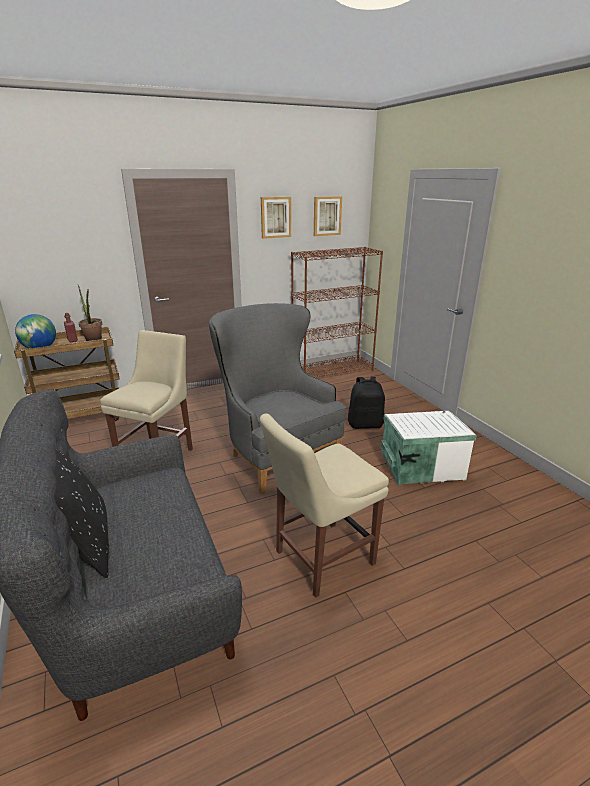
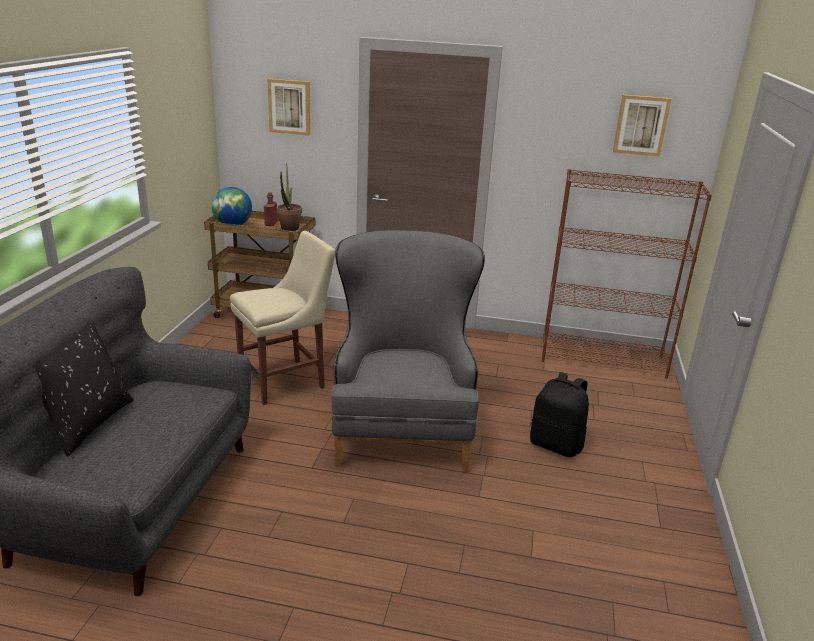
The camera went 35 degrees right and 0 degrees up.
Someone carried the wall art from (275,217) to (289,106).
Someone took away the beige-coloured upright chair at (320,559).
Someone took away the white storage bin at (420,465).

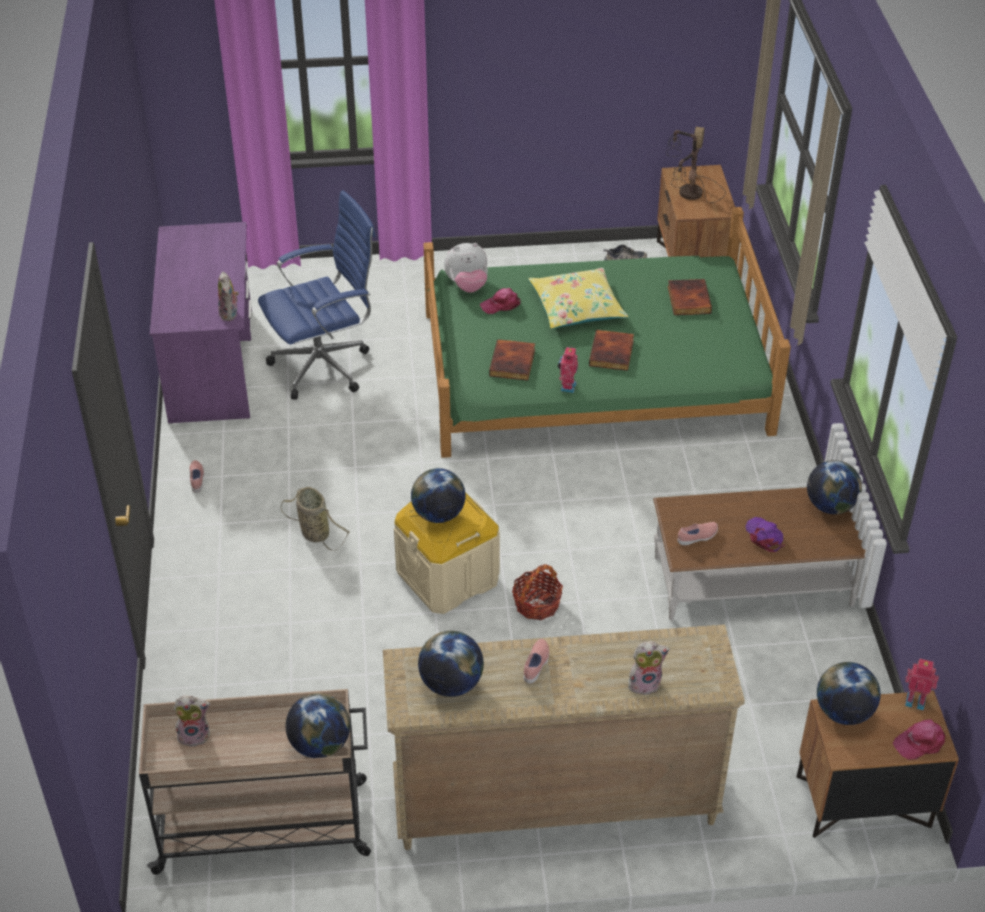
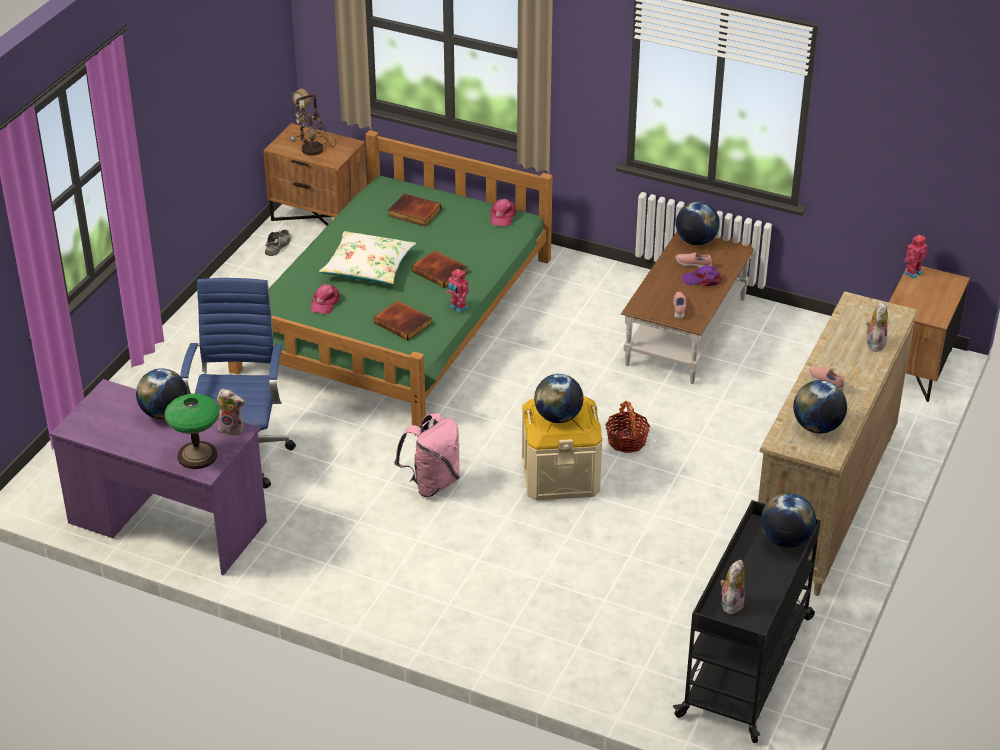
The camera went 60 degrees left and 5 degrees down.
Someone carried the world globe from (843,712) to (164,413).
Someone put down the tabletop lamp at (198,455).
Someone repainted the yellow-coloured cushion at (577,307), which became the white cushion at (368,267).
Someone put down the pink backpack at (432,483).
Someone carried the pink baseball cap from (920,742) to (502,216).
Someone repainted the beige-coloured cart at (265,826), which became the black cart at (747,664).
Someone carried the pink low shoe from (197,480) to (693,265).
Someone took away the basket at (313,532).
Someone took away the cuddly toy at (467,286).

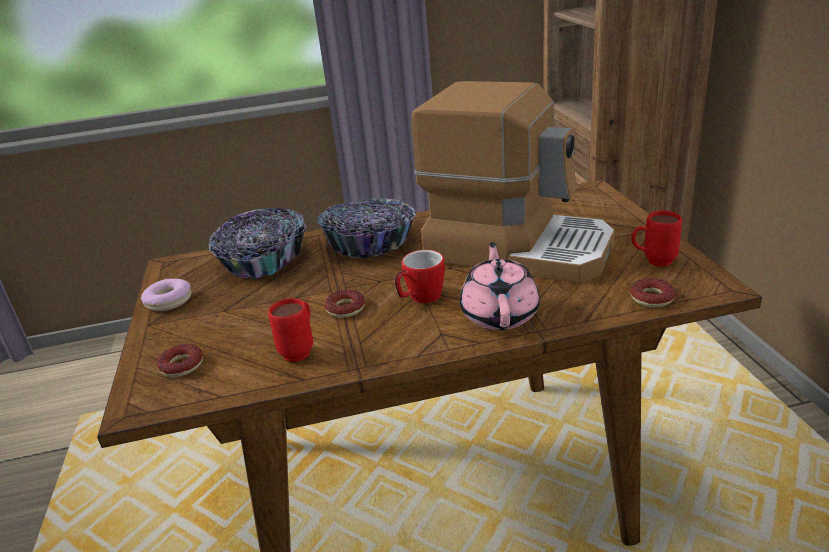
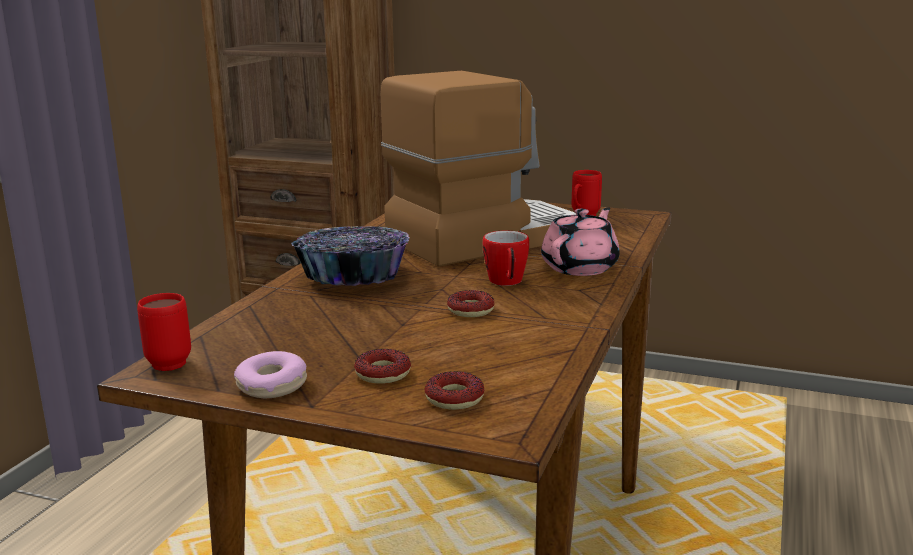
The camera went 60 degrees left and 10 degrees down.
Someone carried the red-coloured tea mug from (301,350) to (166,361).
Someone carried the doughnut from (651,298) to (382,373).
Someone rotated the pink teapot at (500,314) by 90 degrees clockwise.
Someone took away the bowl at (263,260).

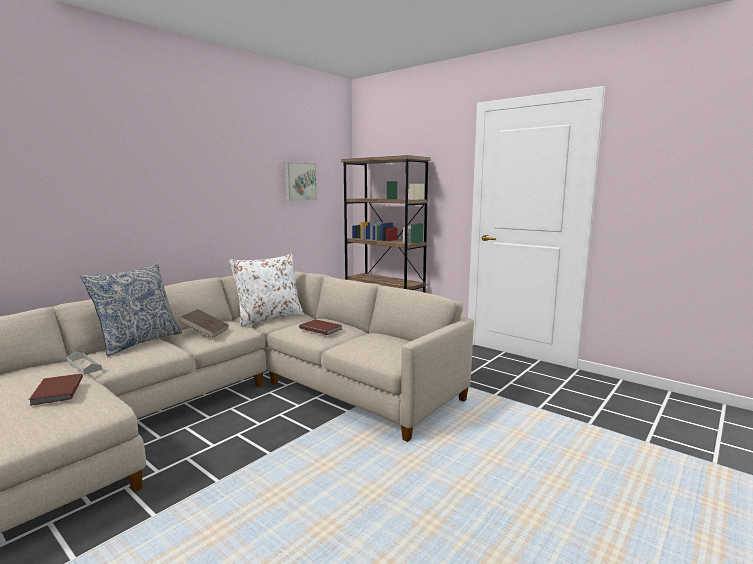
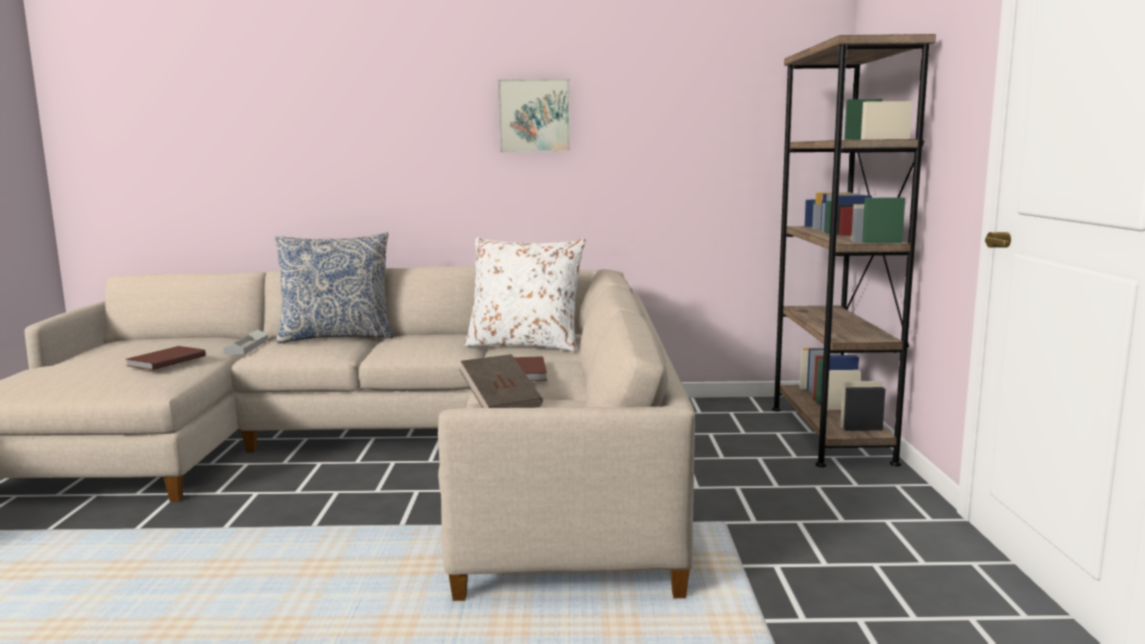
The camera went 50 degrees right and 0 degrees up.
Someone carried the brown-coloured book from (205,332) to (501,403).
Someone carried the wall art from (299,182) to (534,116).

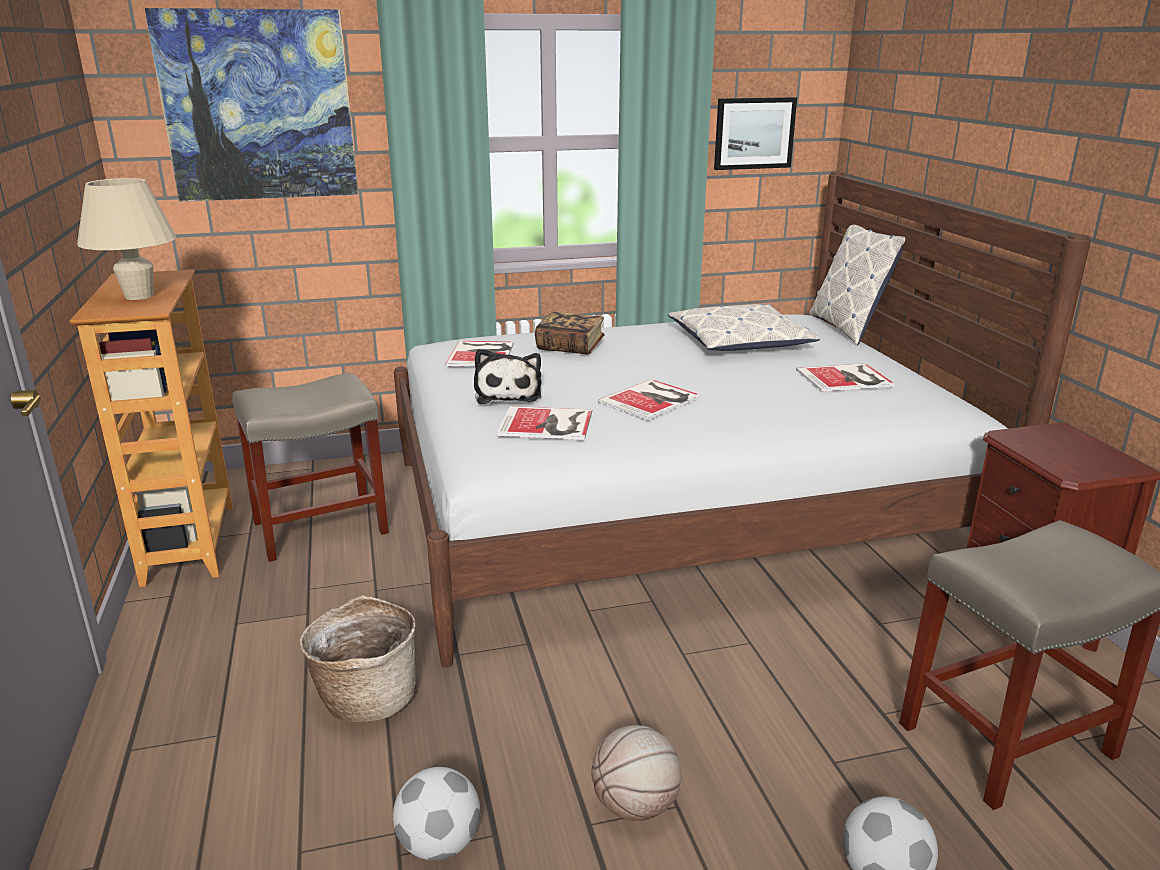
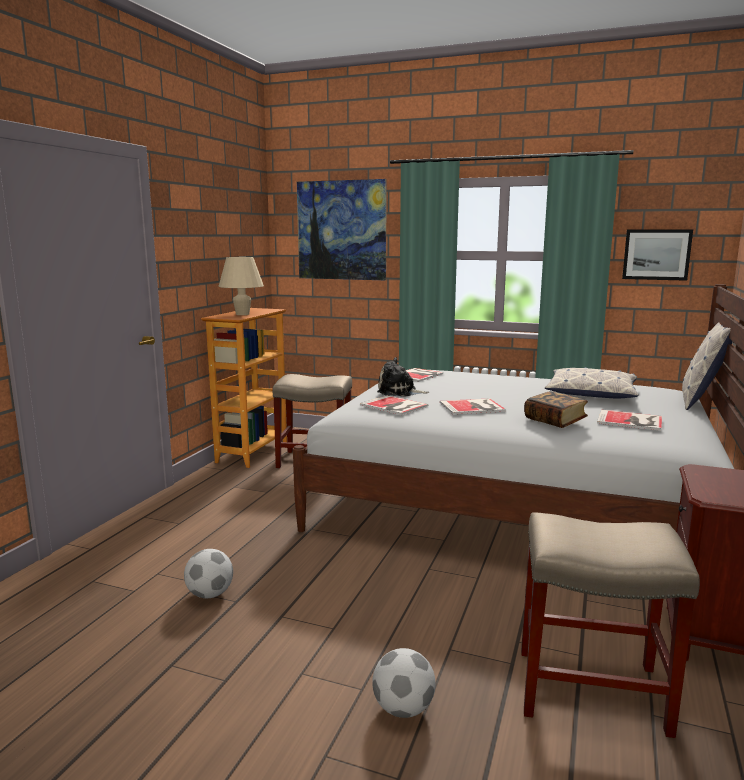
The camera went 35 degrees right and 10 degrees down.
Someone rotated the cuddly toy at (508,394) by 75 degrees clockwise.
Someone carried the book from (570,347) to (555,421).
Someone took away the basket at (366,697).
Someone took away the ball for basketball at (635,805).

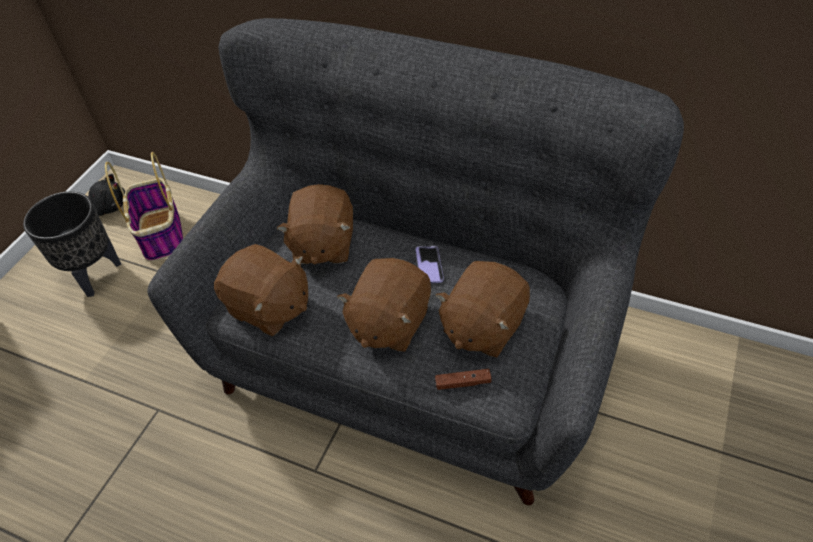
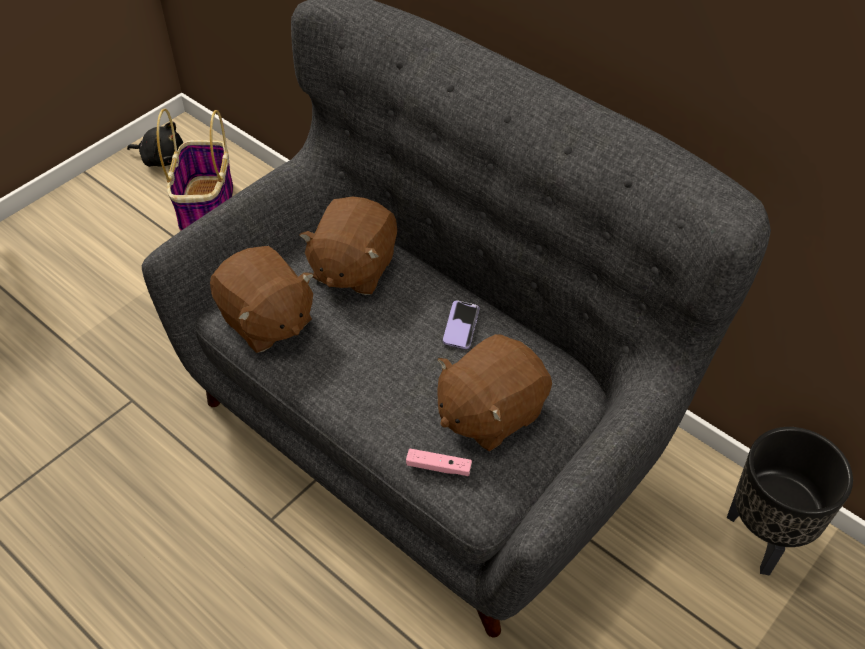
The camera went 15 degrees right and 0 degrees up.
Someone repainted the brown-coloured joypad at (463,383), which became the pink joypad at (438,467).
Someone carried the black flower pot from (95,275) to (765,538).
Someone took away the brown-coloured cuddly toy at (389,323).

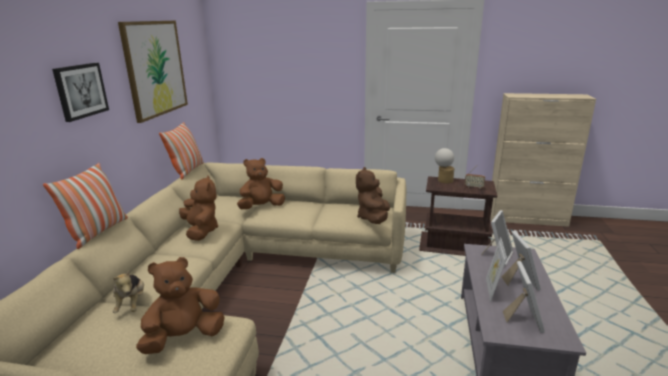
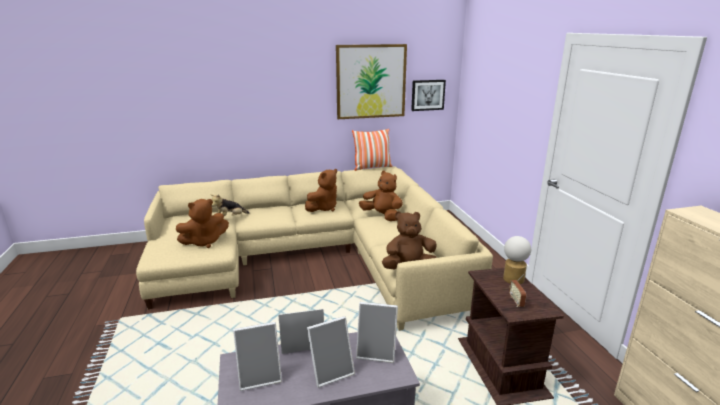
The camera went 65 degrees right and 0 degrees up.
Someone rotated the brown-coloured cuddly toy at (184,337) by 120 degrees clockwise.
Someone carried the wall art from (81,91) to (427,95).
Someone took away the cushion at (97,232).

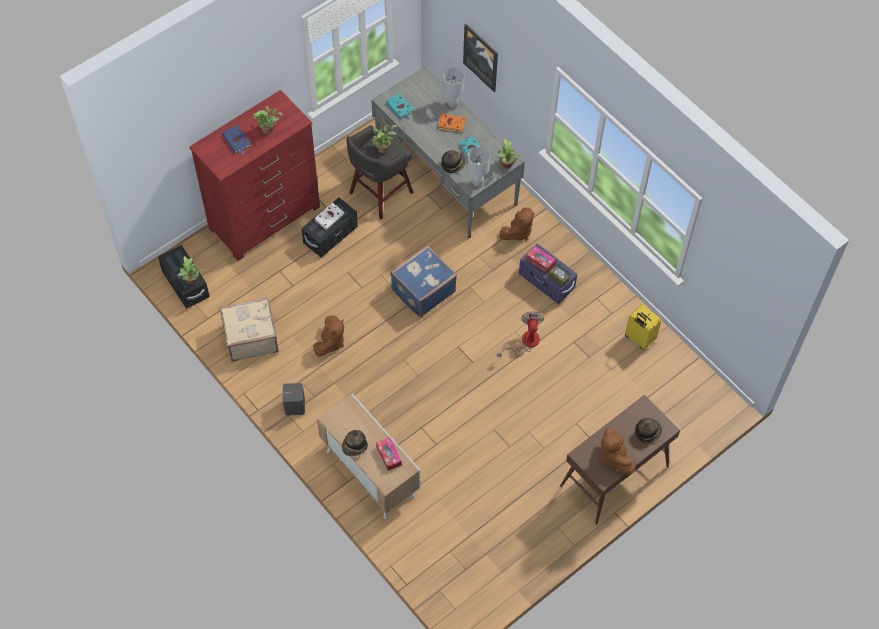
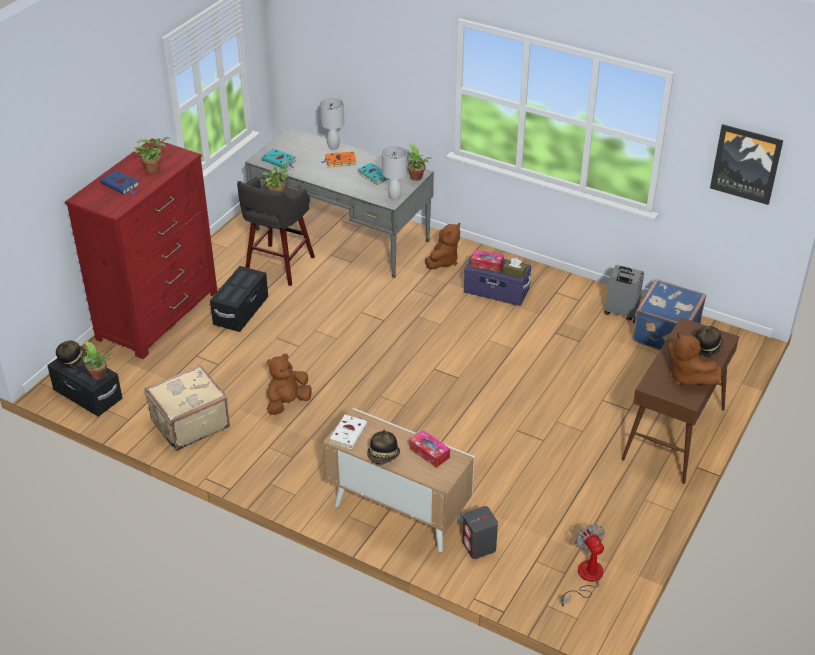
The camera went 20 degrees left and 20 degrees down.
Someone carried the clothing hat from (453,164) to (72,360).
Someone rotated the brown-coloured cuddly toy at (330,342) by 135 degrees counterclockwise.
Someone carried the white book from (330,217) to (348,433).
Someone carried the gray speaker from (294,406) to (479,546).
Someone carried the cooling fan from (525,343) to (585,578).
Someone repainted the yellow-coloured suitcase at (639,338), which became the gray suitcase at (620,313).
Someone carried the blue-coloured suitcase from (422,290) to (664,333).
Someone carried the wall art from (481,57) to (746,163).

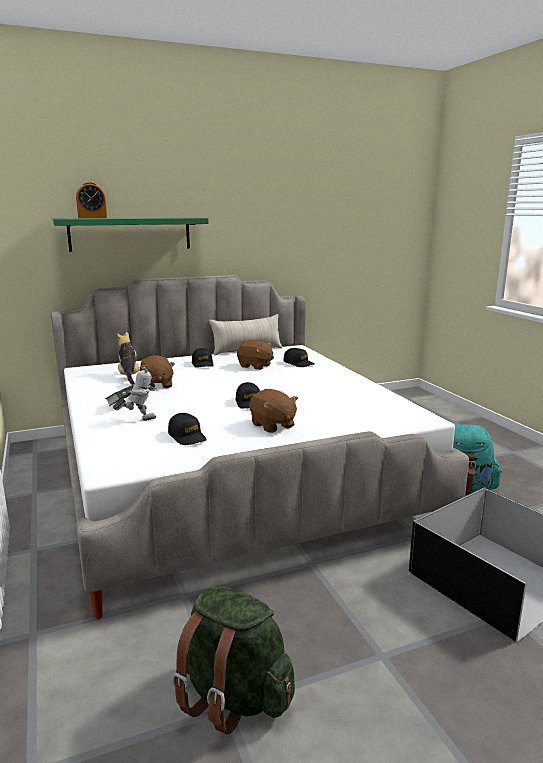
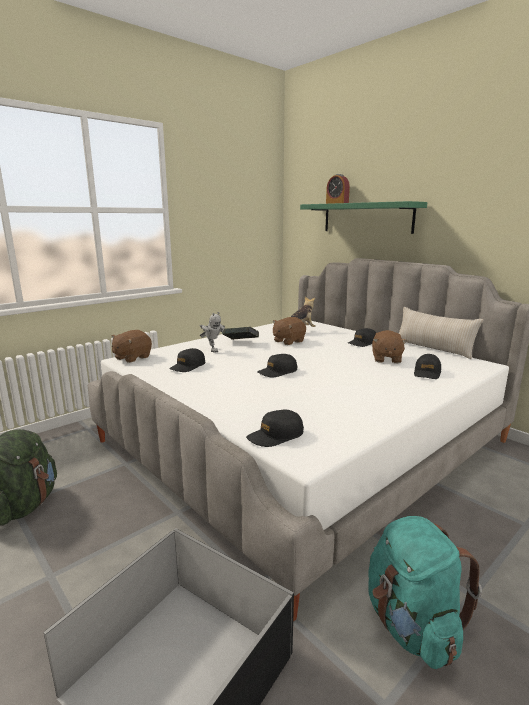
The camera went 70 degrees right and 0 degrees up.
Someone carried the brown-coloured cuddly toy from (272,425) to (132,358).
Someone put down the black baseball cap at (275,436).

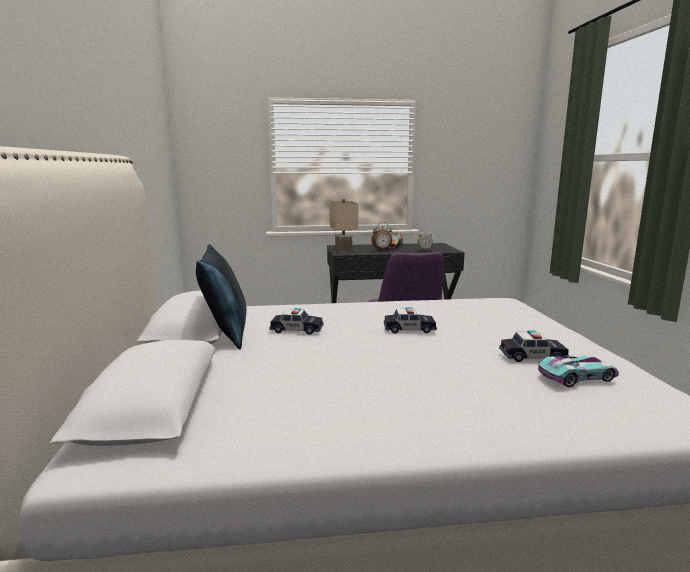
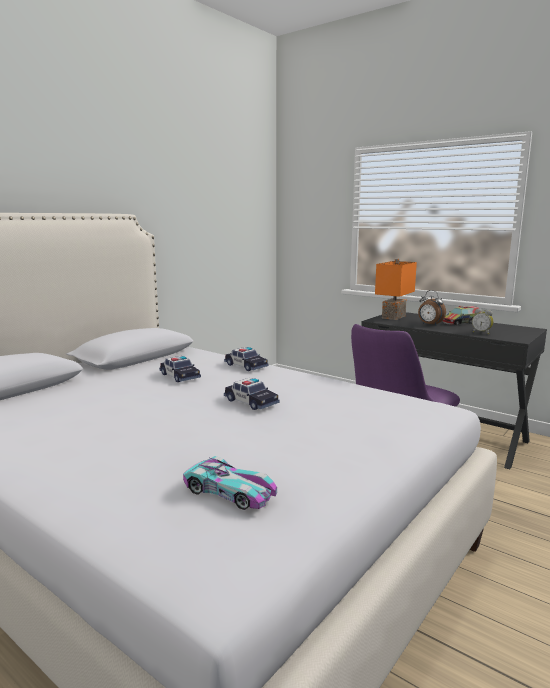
The camera went 45 degrees right and 0 degrees up.
Someone carried the toy car from (532,356) to (246,366).
Someone repainted the beige-coloured tabletop lamp at (342,249), which became the orange-coloured tabletop lamp at (392,317).
Someone took away the blue-coloured cushion at (226,334).

